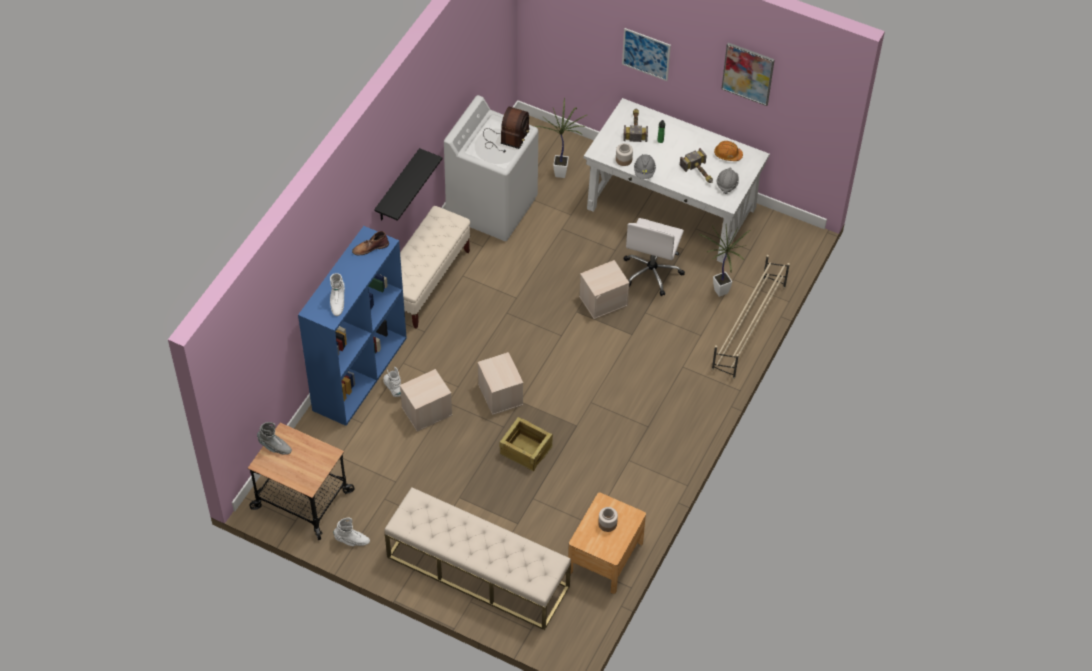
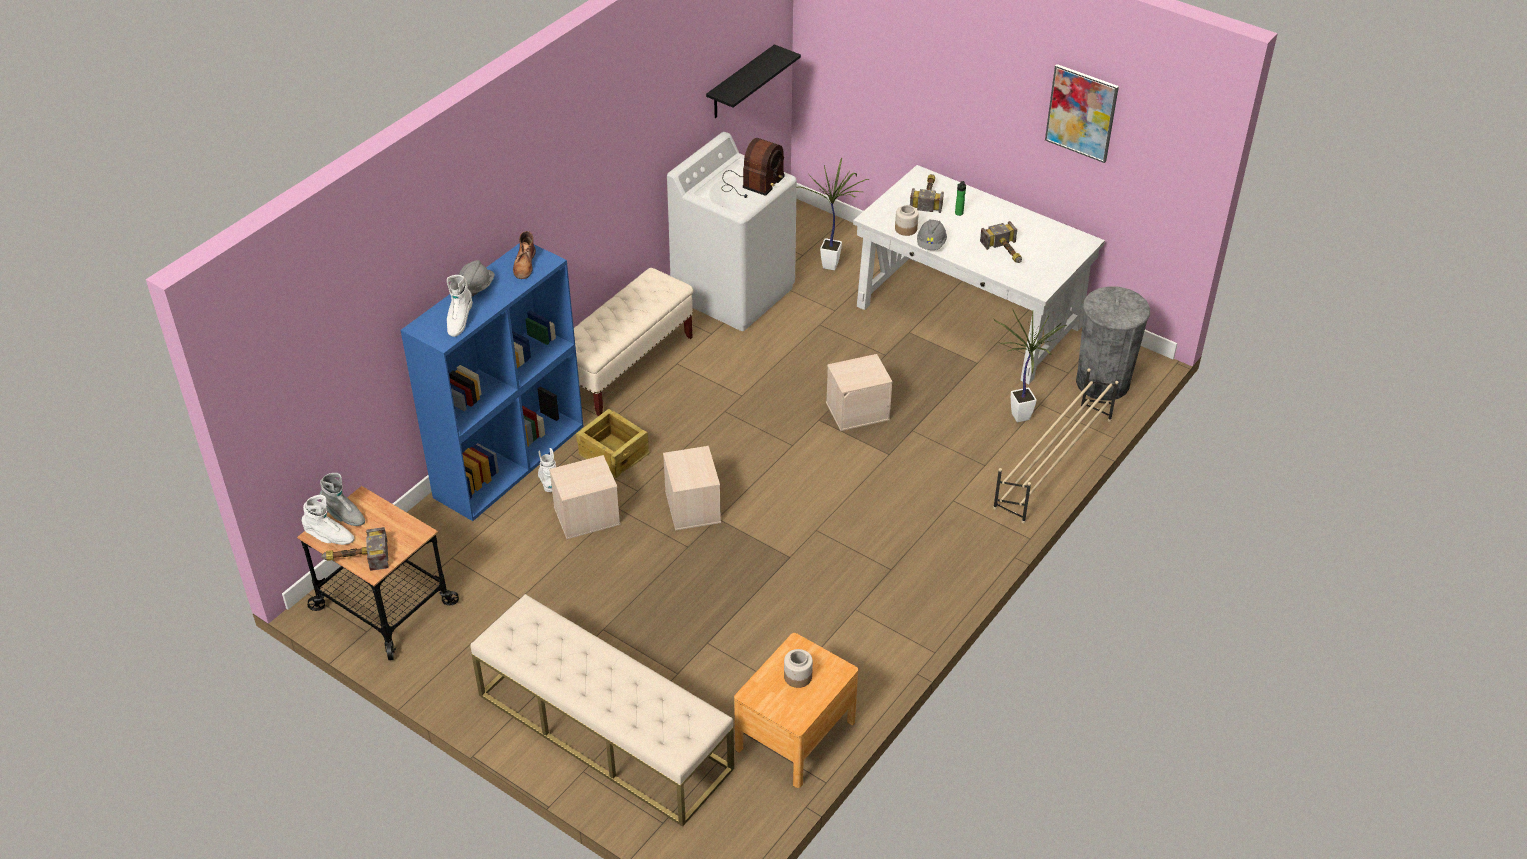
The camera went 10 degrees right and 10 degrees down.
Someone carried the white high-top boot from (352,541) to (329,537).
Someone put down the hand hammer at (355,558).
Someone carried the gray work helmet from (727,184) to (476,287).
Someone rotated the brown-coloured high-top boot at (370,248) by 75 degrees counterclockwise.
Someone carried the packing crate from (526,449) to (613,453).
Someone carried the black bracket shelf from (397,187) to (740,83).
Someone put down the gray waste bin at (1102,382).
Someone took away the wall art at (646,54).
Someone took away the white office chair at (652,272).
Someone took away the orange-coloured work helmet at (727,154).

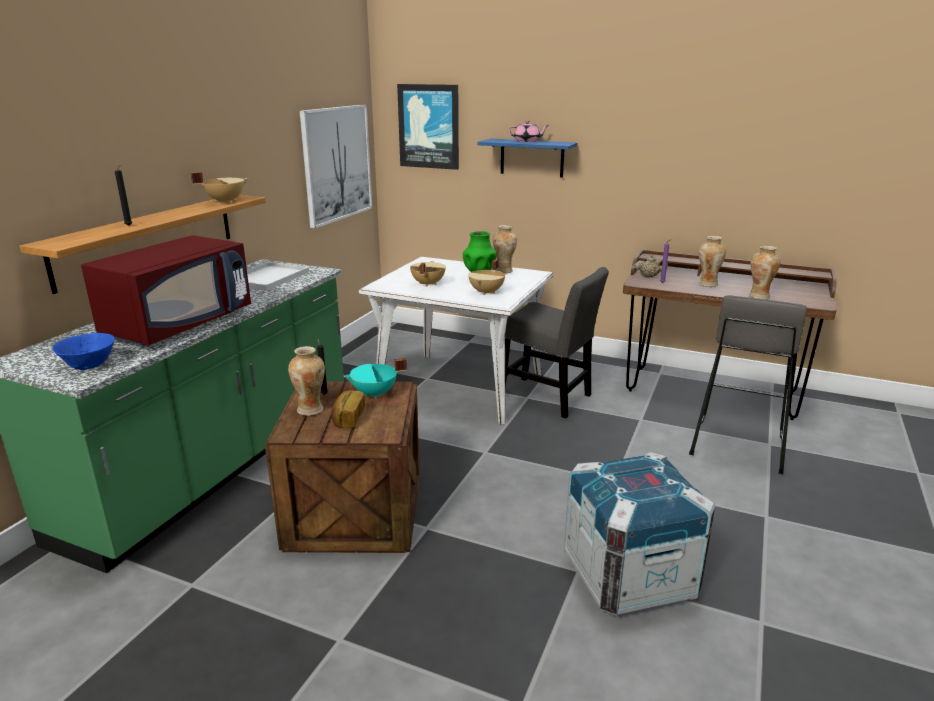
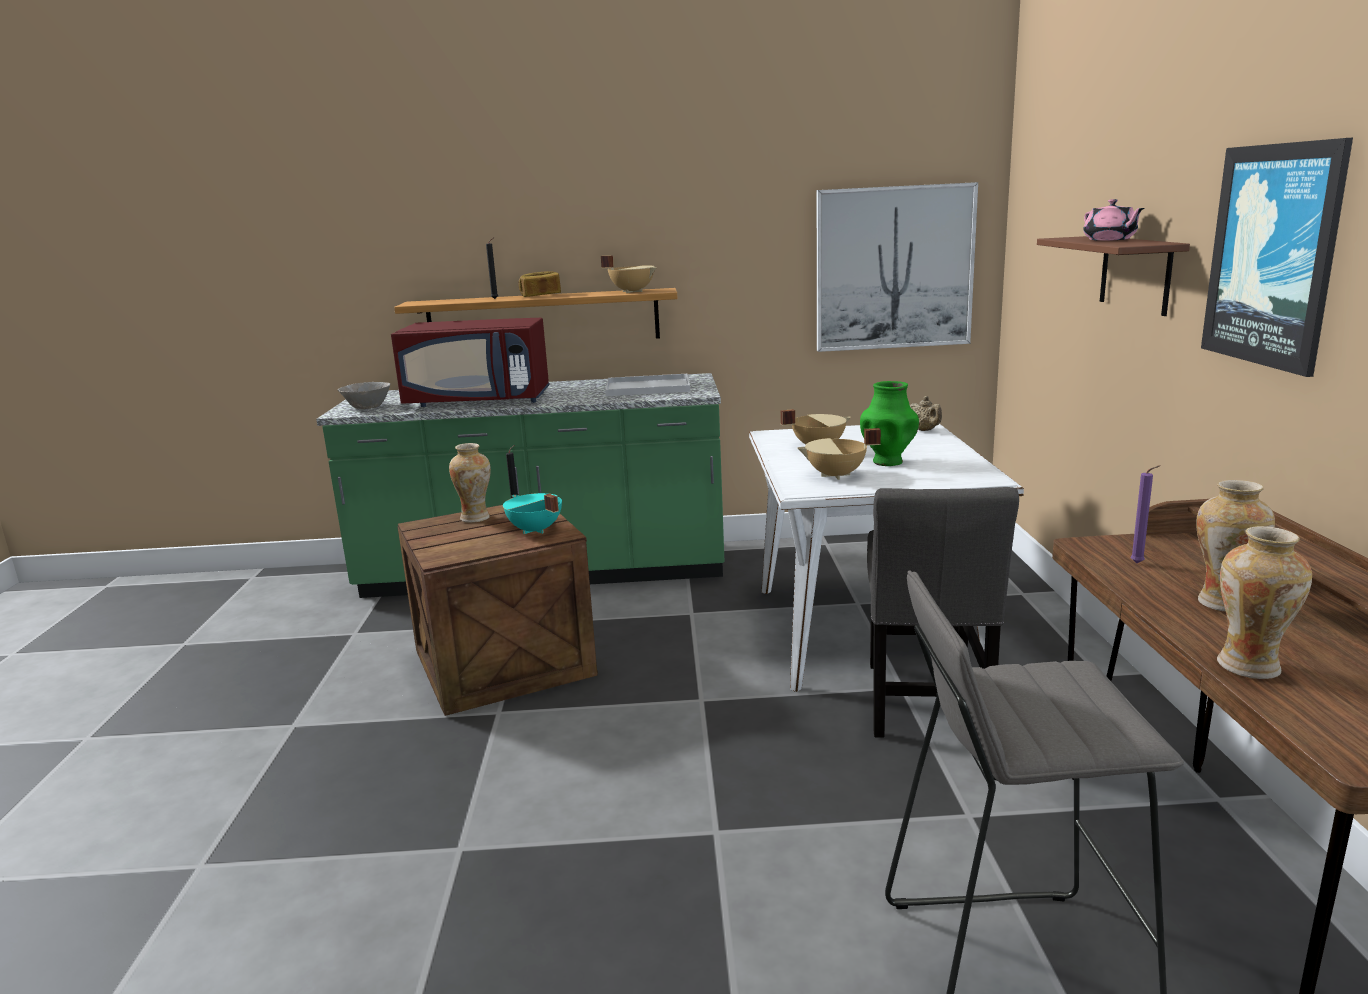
The camera went 65 degrees right and 5 degrees down.
Someone repainted the blue-coloured bowl at (89,366), which became the gray bowl at (367,408).
Someone carried the baked bread from (348,419) to (541,295).
Someone carried the beige-coloured teapot from (649,276) to (924,430).
Someone repainted the blue-coloured bracket shelf at (532,158), which became the brown-coloured bracket shelf at (1135,274).
Someone carried the wall art from (429,126) to (1273,255).
Someone took away the vase at (504,271).
Someone took away the packing crate at (629,576).

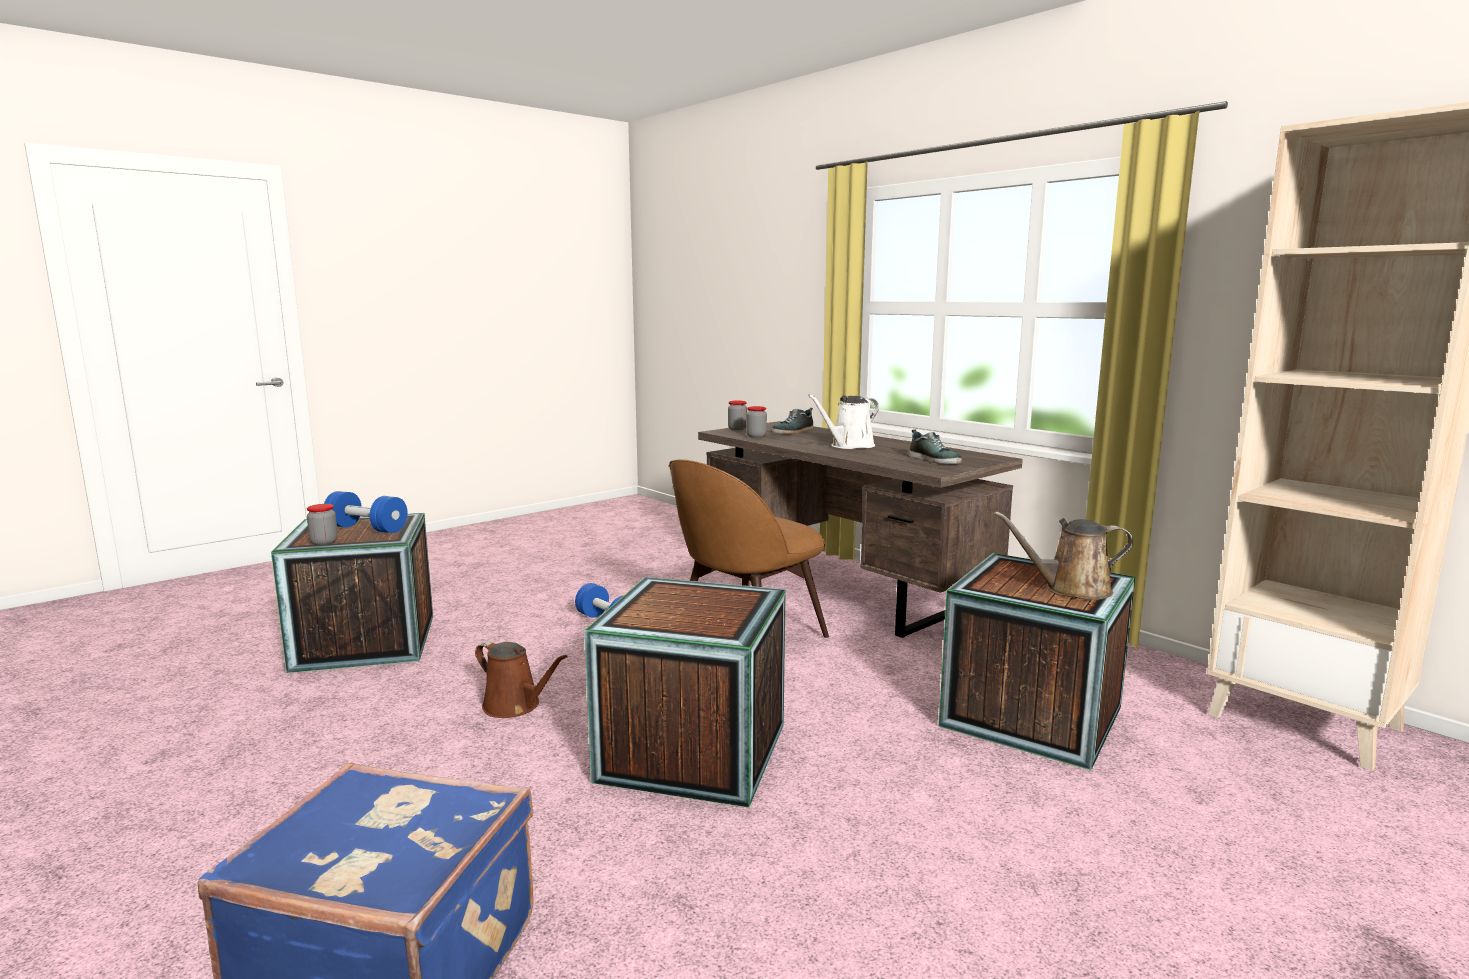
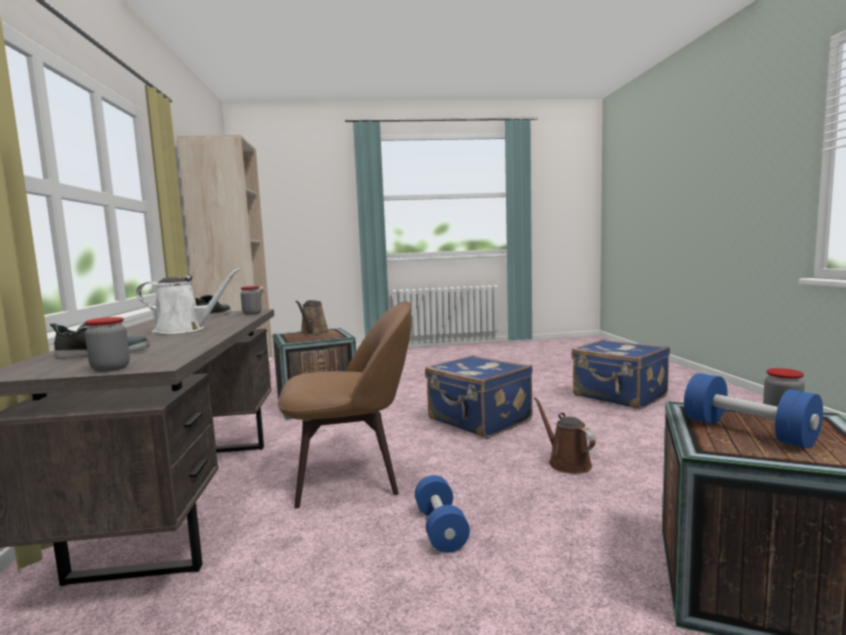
The camera went 145 degrees left and 5 degrees down.
Someone carried the preserve jar from (756,436) to (252,313).
Someone rotated the brown-coloured sprinkling can at (1071,589) by 60 degrees clockwise.
Someone swapped the packing crate at (693,752) for the blue-coloured suitcase at (478,421).

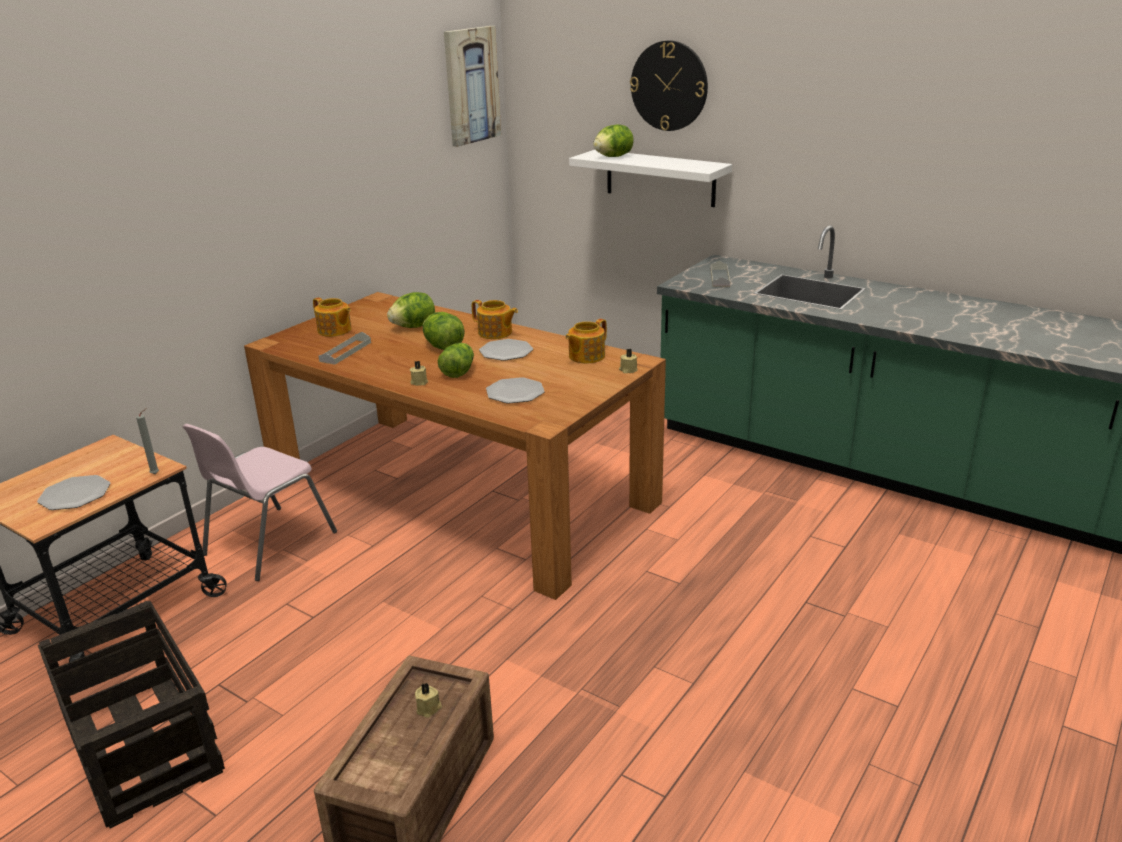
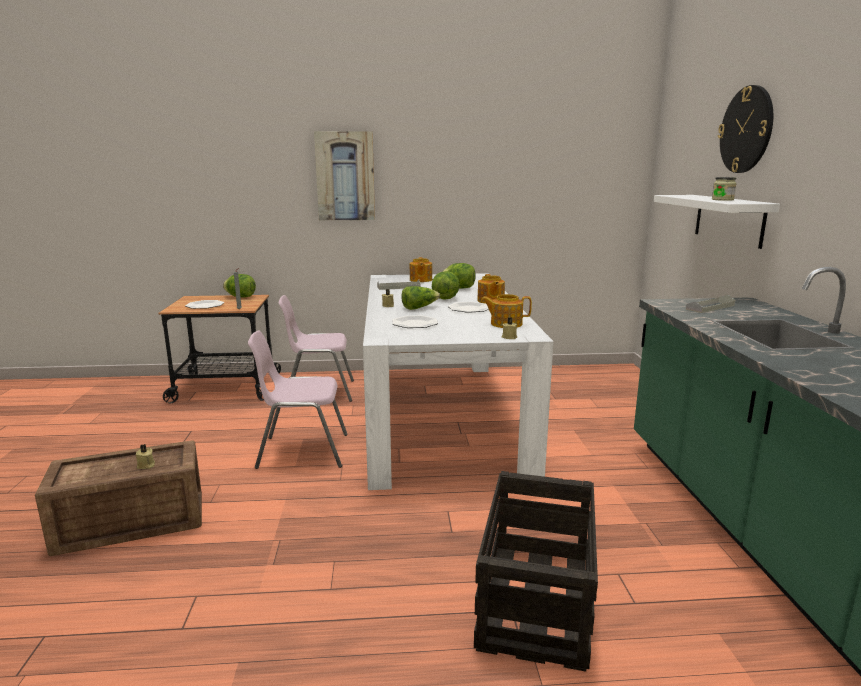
The camera went 50 degrees right and 10 degrees down.
Someone carried the lettuce head from (613,157) to (240,297).
Someone put down the pink upright chair at (302,451).
Someone carried the wall art from (471,86) to (345,176).
Someone repainted the brown-coloured dining table at (460,492), which became the white dining table at (440,414).
Someone carried the packing crate from (143,745) to (536,599).
Someone put down the preserve jar at (722,200).

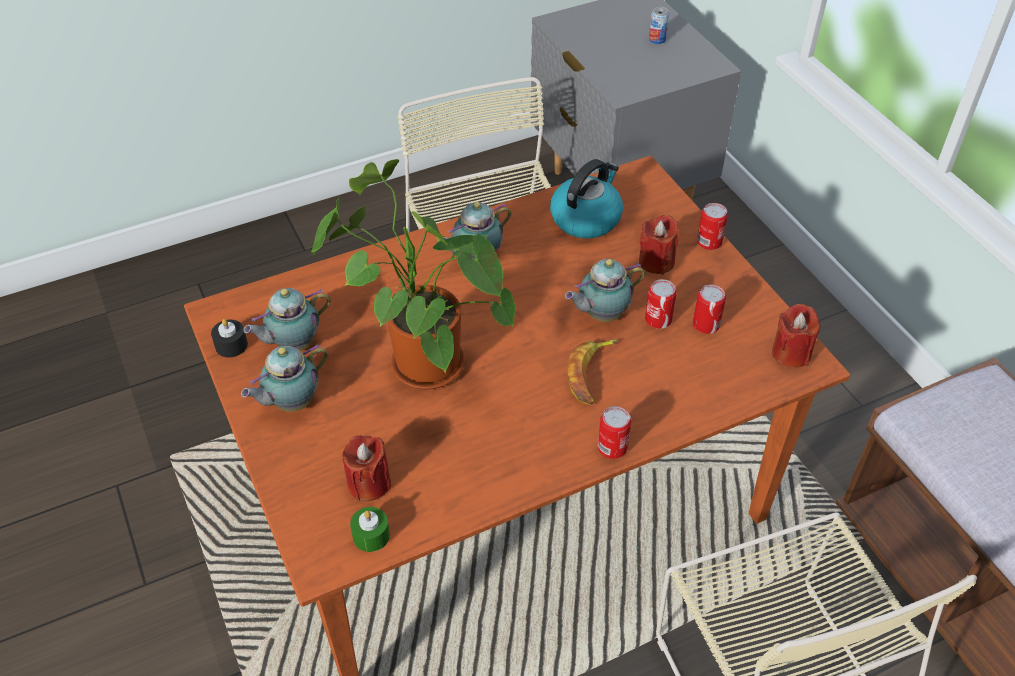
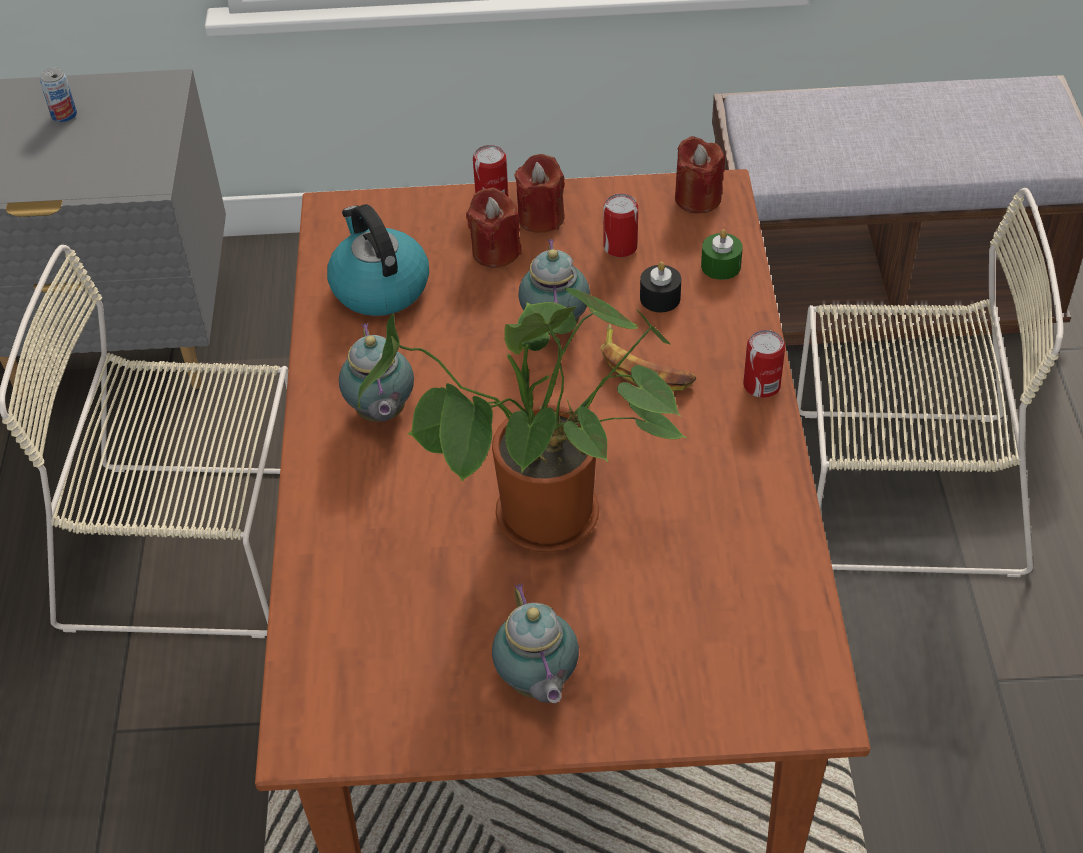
The camera went 65 degrees left and 0 degrees up.
Someone carried the red-coloured candle from (369,483) to (541,218).
Someone carried the black candle from (231,345) to (660,298).
Someone carried the green candle from (371,535) to (720,266).
Someone took away the teapot at (293,344).
Someone took away the can at (658,319).

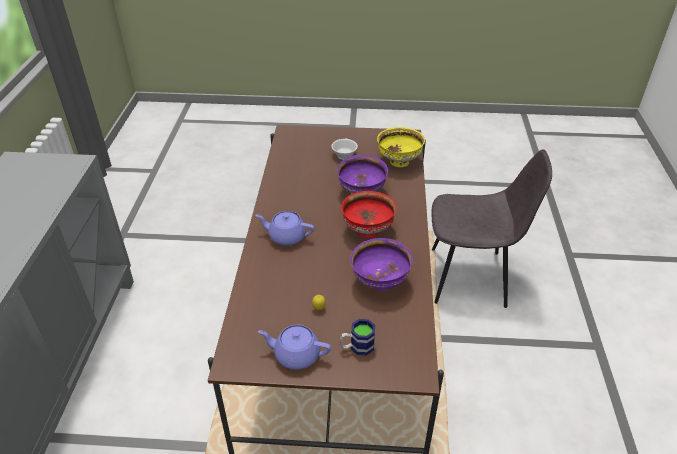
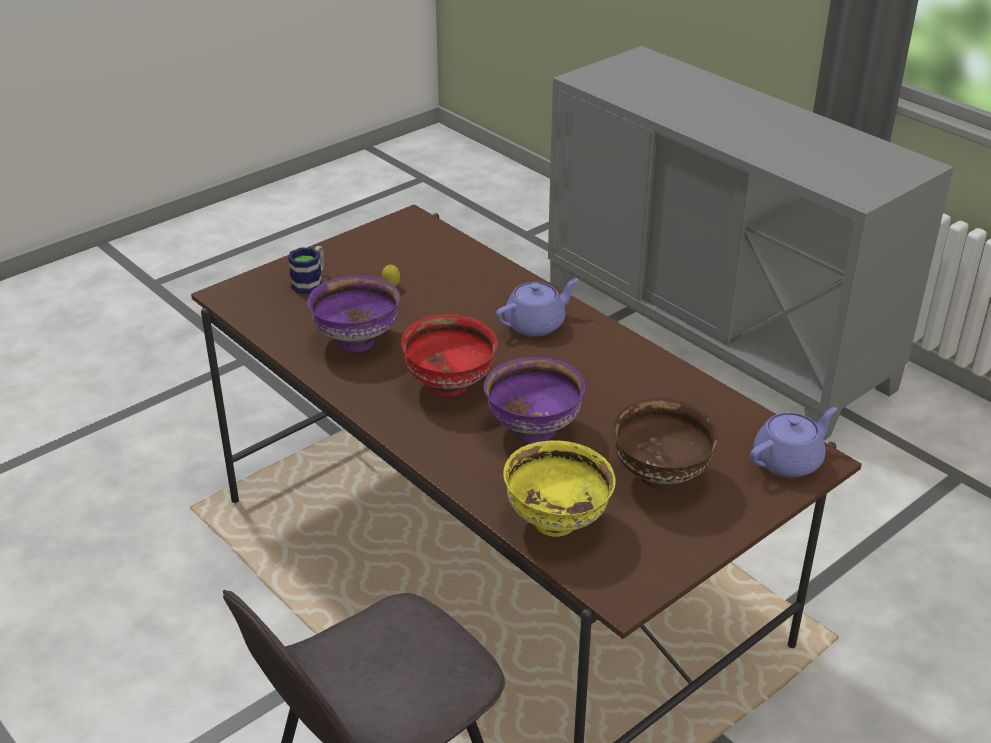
The camera went 135 degrees right and 5 degrees down.
Someone swapped the white cup at (343,154) for the brown-coloured bowl at (661,477).
Someone carried the purple teapot from (296,355) to (789,461).

